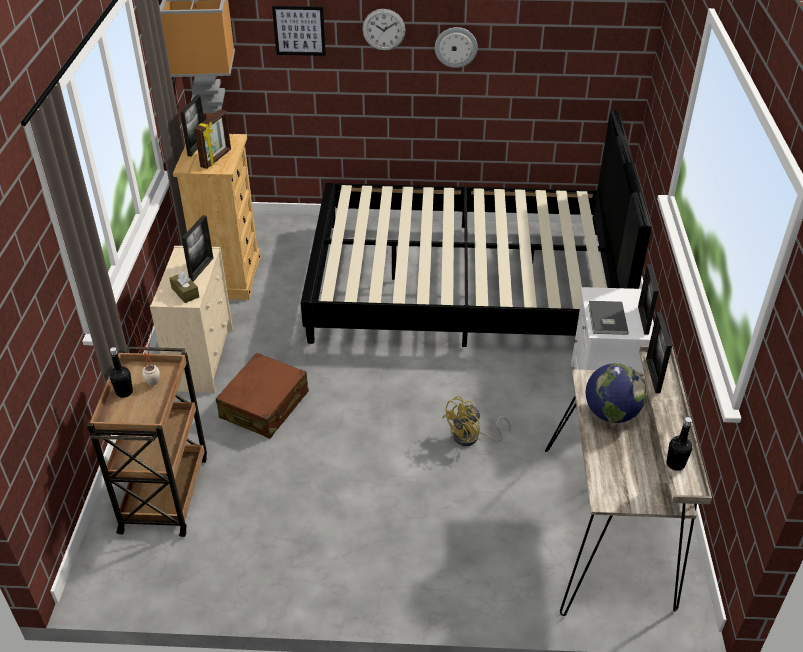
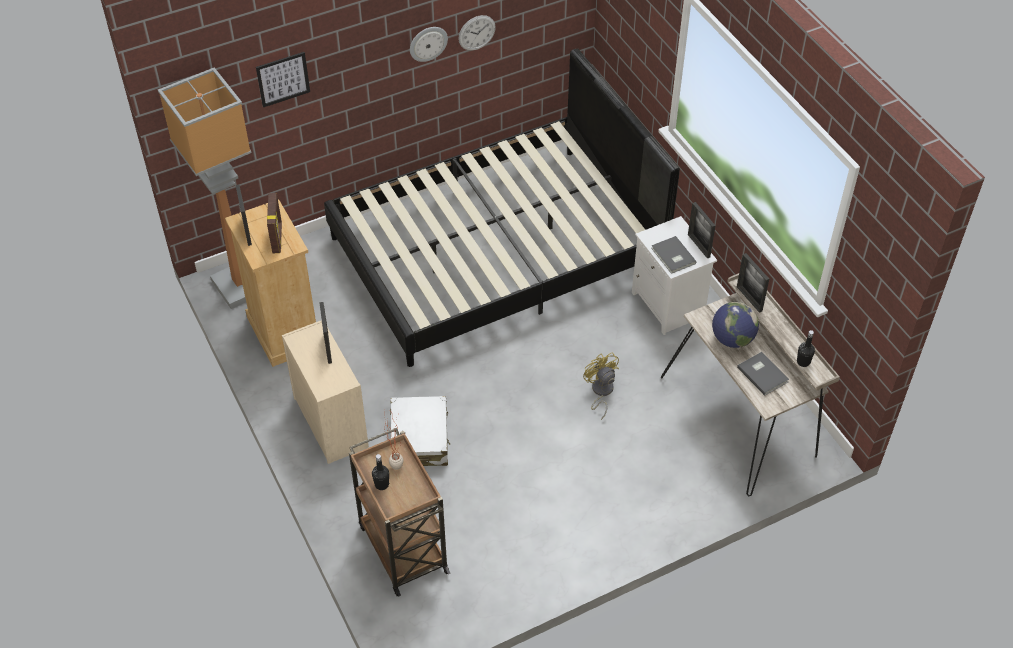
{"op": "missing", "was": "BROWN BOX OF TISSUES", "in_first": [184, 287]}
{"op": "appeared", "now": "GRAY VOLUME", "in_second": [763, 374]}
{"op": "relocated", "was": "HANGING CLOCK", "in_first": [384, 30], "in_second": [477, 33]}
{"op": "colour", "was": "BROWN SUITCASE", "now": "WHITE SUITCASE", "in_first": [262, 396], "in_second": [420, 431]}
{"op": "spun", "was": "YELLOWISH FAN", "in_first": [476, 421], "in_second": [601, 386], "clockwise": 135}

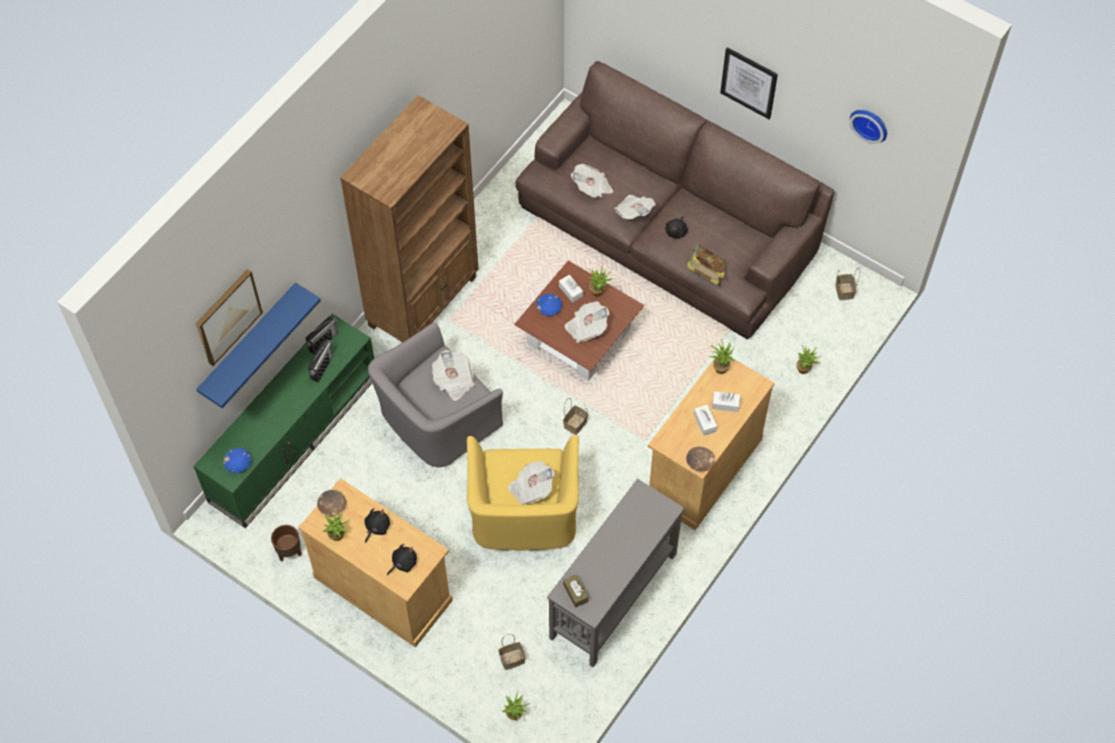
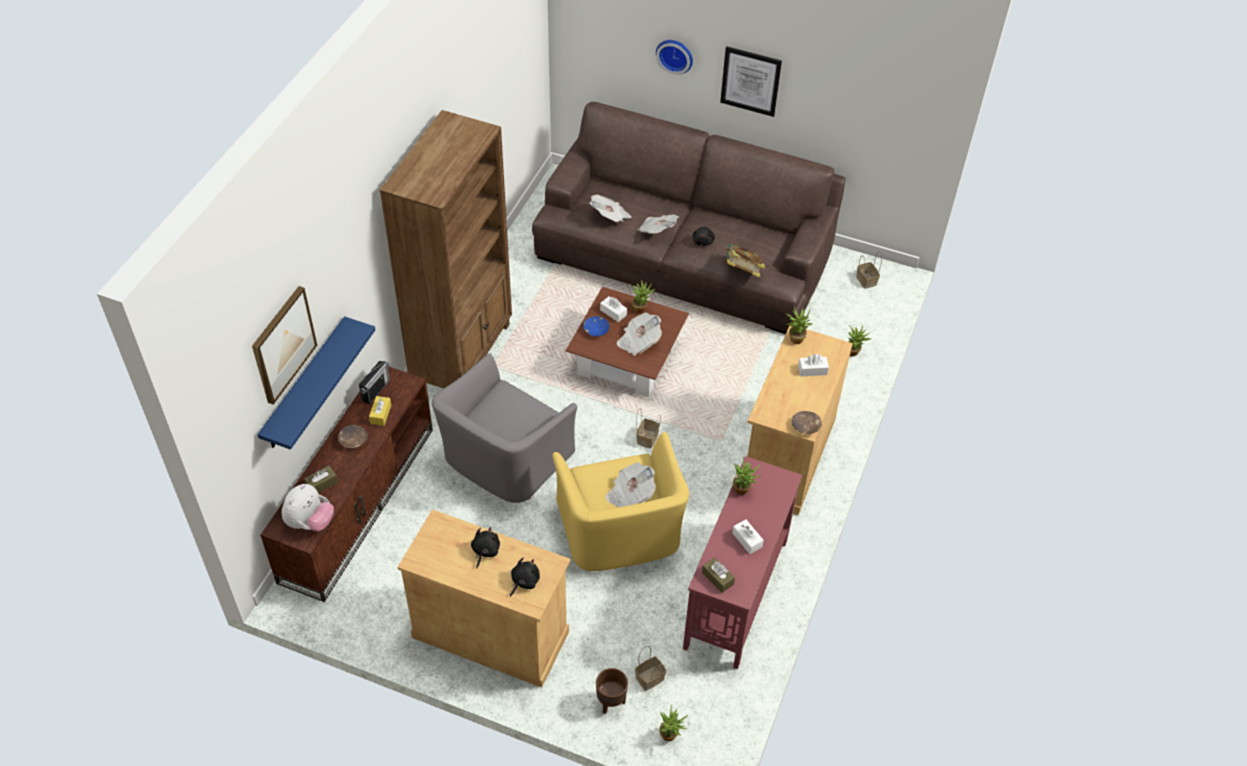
{"op": "missing", "was": "NEWSPAPER", "in_first": [453, 375]}
{"op": "appeared", "now": "BROWN BOX OF TISSUES", "in_second": [321, 479]}
{"op": "relocated", "was": "BROWN FLOWER POT", "in_first": [286, 543], "in_second": [612, 691]}
{"op": "relocated", "was": "BROWN DEEP DISH", "in_first": [331, 503], "in_second": [353, 436]}
{"op": "relocated", "was": "POTTED PLANT", "in_first": [336, 525], "in_second": [746, 476]}
{"op": "relocated", "was": "WHITE BOX OF TISSUES", "in_first": [705, 420], "in_second": [748, 536]}
{"op": "relocated", "was": "HANGING CLOCK", "in_first": [868, 127], "in_second": [674, 57]}
{"op": "exchanged", "was": "BLUE-COLOURED DEEP DISH", "now": "SOFT TOY", "in_first": [237, 460], "in_second": [308, 507]}
{"op": "exchanged", "was": "RADIO RECEIVER", "now": "YELLOWISH BOX OF TISSUES", "in_first": [320, 361], "in_second": [380, 411]}
{"op": "colour", "was": "GREEN TV STAND", "now": "BROWN TV STAND", "in_first": [283, 421], "in_second": [346, 484]}
{"op": "colour", "was": "GRAY NARROW TABLE", "now": "REDDISH NARROW TABLE", "in_first": [616, 573], "in_second": [742, 562]}

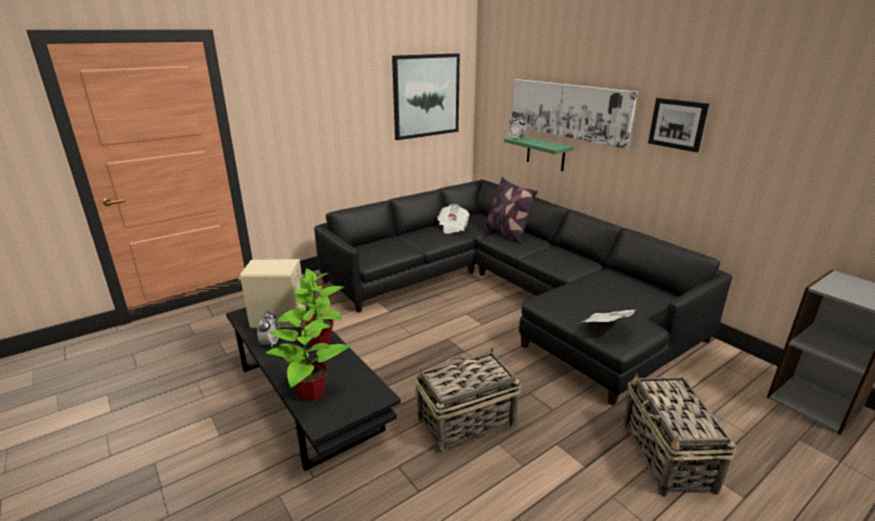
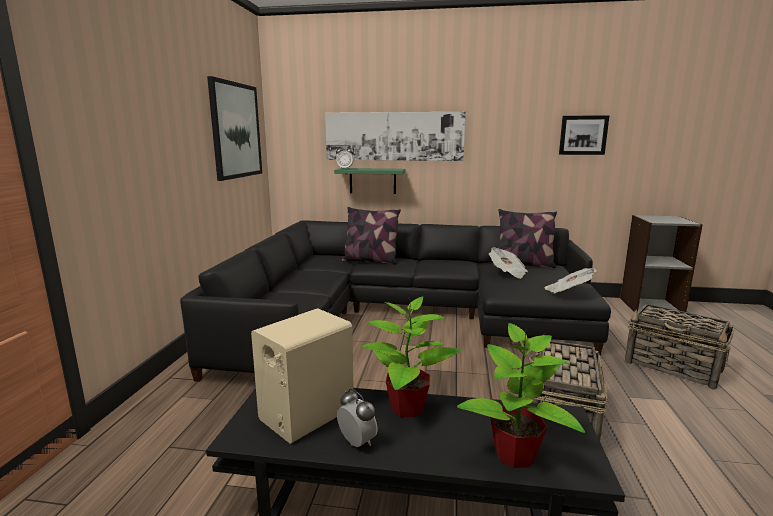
{"op": "appeared", "now": "CUSHION", "in_second": [527, 238]}
{"op": "relocated", "was": "NEWSPAPER", "in_first": [453, 219], "in_second": [508, 263]}
{"op": "relocated", "was": "WALL ART", "in_first": [678, 125], "in_second": [584, 135]}

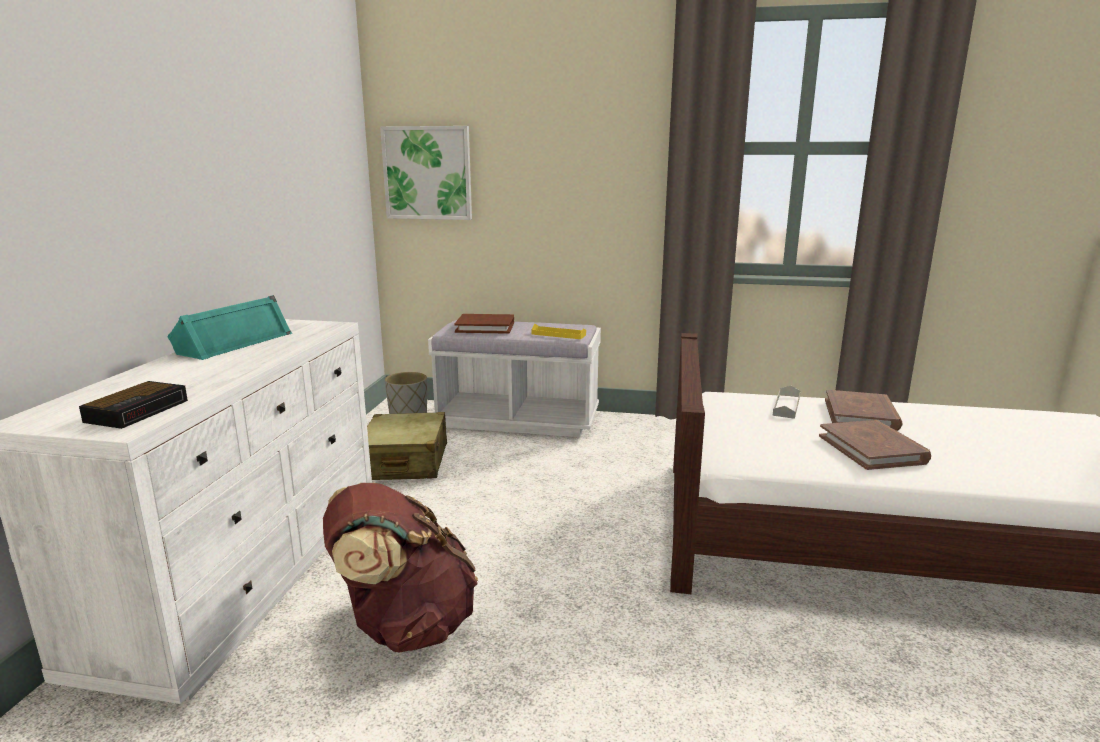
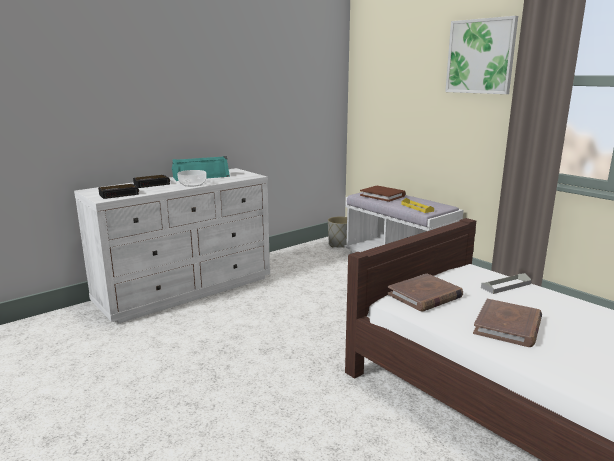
{"op": "missing", "was": "BROWN KNAPSACK", "in_first": [400, 567]}
{"op": "missing", "was": "SAND-COLOURED SUITCASE", "in_first": [407, 446]}
{"op": "appeared", "now": "BEDSIDE CLOCK", "in_second": [151, 181]}
{"op": "appeared", "now": "DEEP DISH", "in_second": [192, 178]}
{"op": "relocated", "was": "WALL ART", "in_first": [426, 173], "in_second": [481, 55]}
{"op": "relocated", "was": "BROWN VOLUME", "in_first": [864, 410], "in_second": [425, 293]}

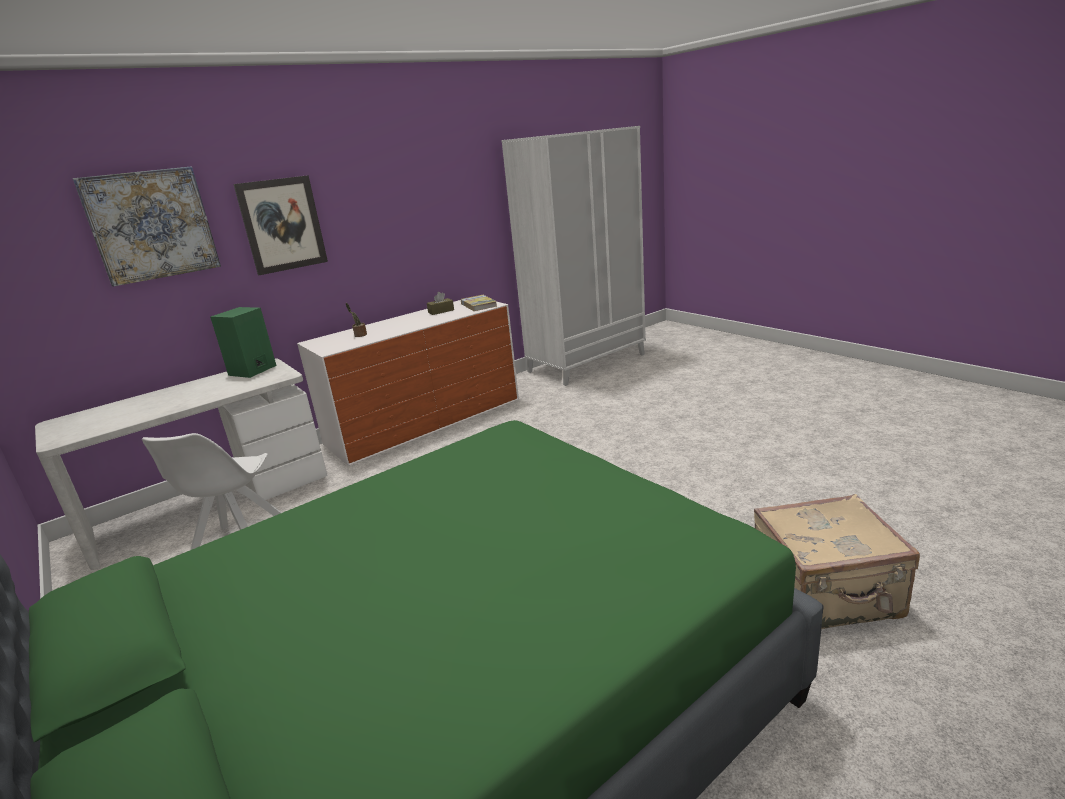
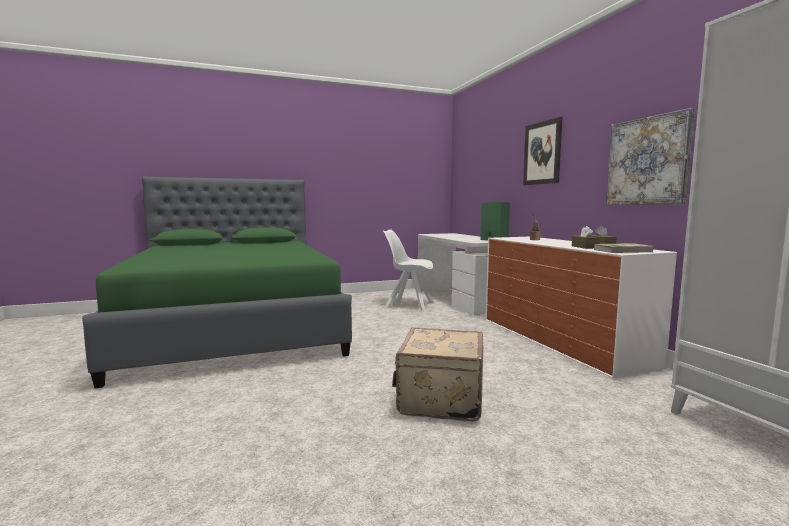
{"op": "appeared", "now": "BROWN BOX OF TISSUES", "in_second": [585, 237]}
{"op": "relocated", "was": "WALL ART", "in_first": [147, 226], "in_second": [650, 156]}
{"op": "relocated", "was": "SAND-COLOURED SUITCASE", "in_first": [837, 561], "in_second": [437, 374]}

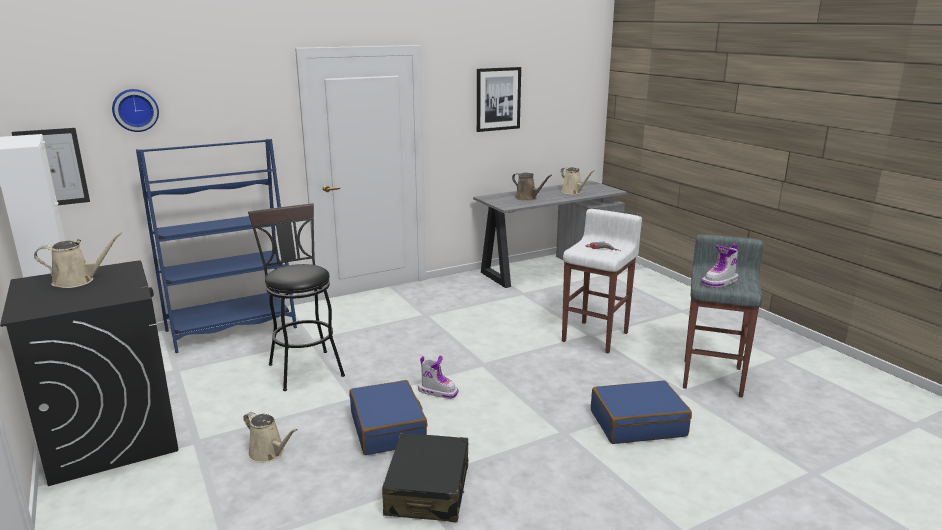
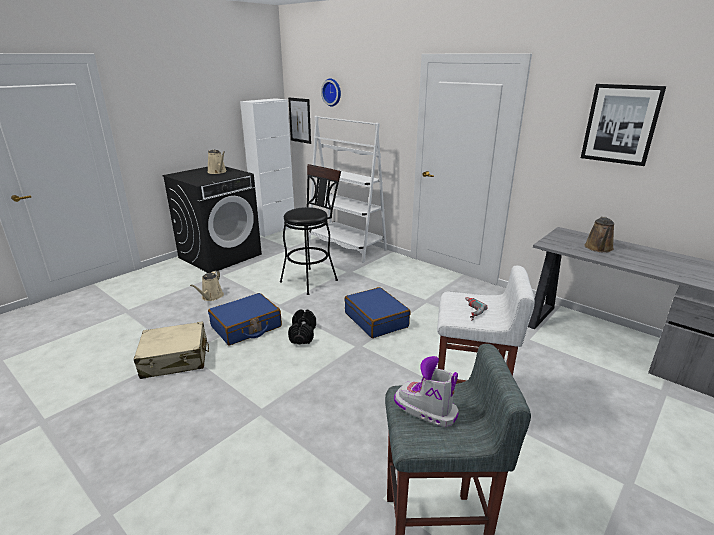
{"op": "missing", "was": "SAND-COLOURED WATERING CAN", "in_first": [578, 180]}
{"op": "relocated", "was": "BLUE-COLOURED SUITCASE", "in_first": [641, 412], "in_second": [377, 312]}
{"op": "exchanged", "was": "HIGH-TOP BOOT", "now": "BLACK DUMBBELL", "in_first": [438, 377], "in_second": [302, 326]}
{"op": "colour", "was": "BLUE-COLOURED SHELVING UNIT", "now": "WHITE SHELVING UNIT", "in_first": [216, 246], "in_second": [347, 189]}
{"op": "colour", "was": "BLACK SUITCASE", "now": "SAND-COLOURED SUITCASE", "in_first": [425, 477], "in_second": [171, 350]}

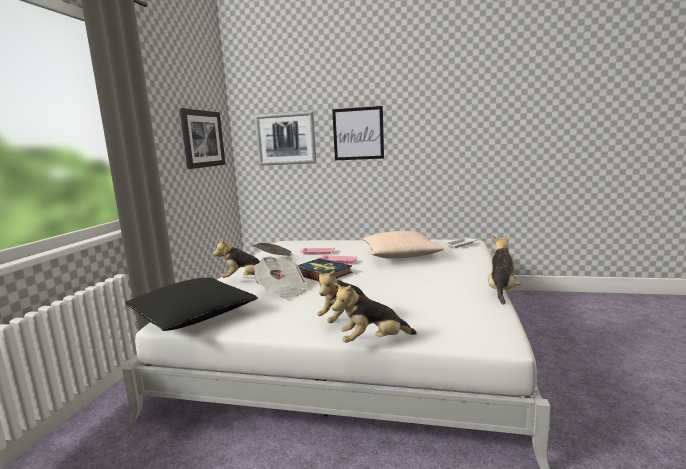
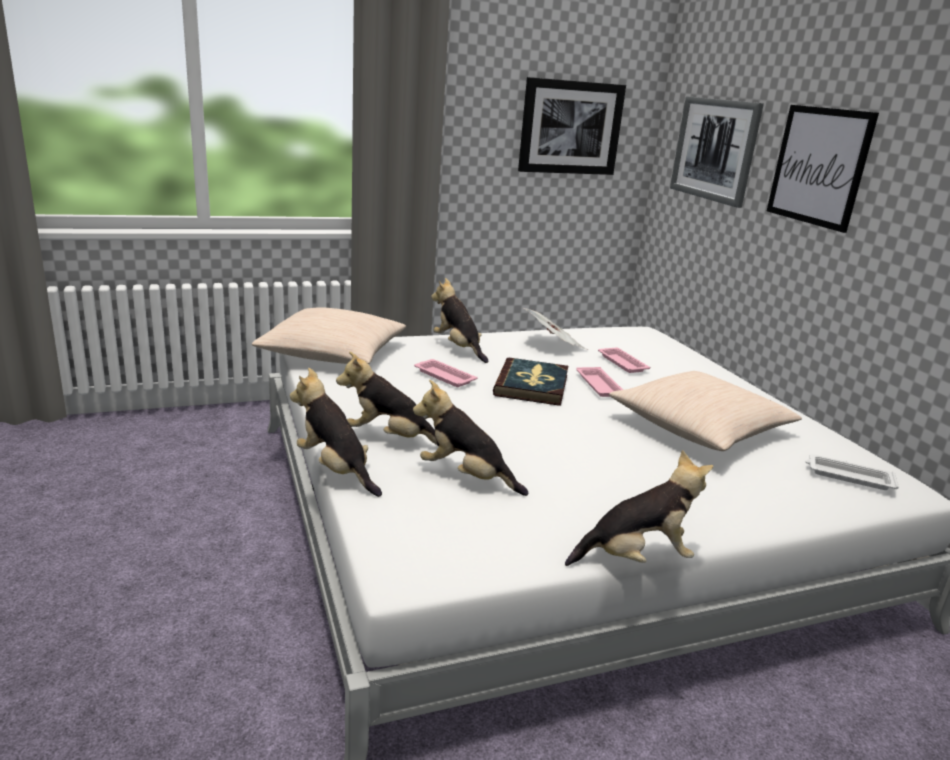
{"op": "appeared", "now": "SOFT TOY", "in_second": [470, 438]}
{"op": "exchanged", "was": "NEWSPAPER", "now": "PINK-COLOURED CARRYING TRAY", "in_first": [280, 277], "in_second": [446, 373]}
{"op": "colour", "was": "BLACK CUSHION", "now": "SAND-COLOURED CUSHION", "in_first": [191, 304], "in_second": [329, 335]}

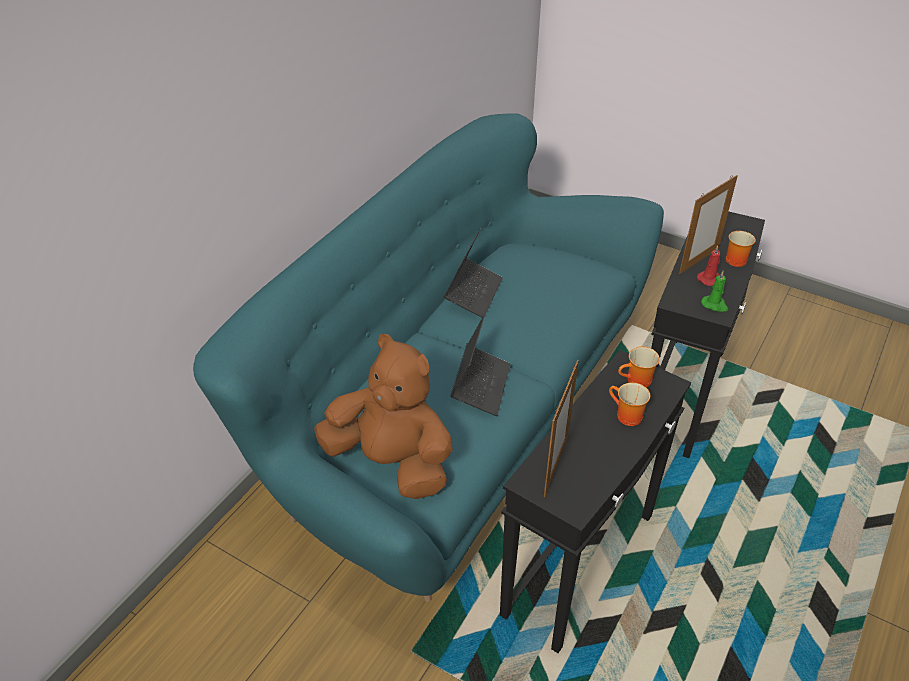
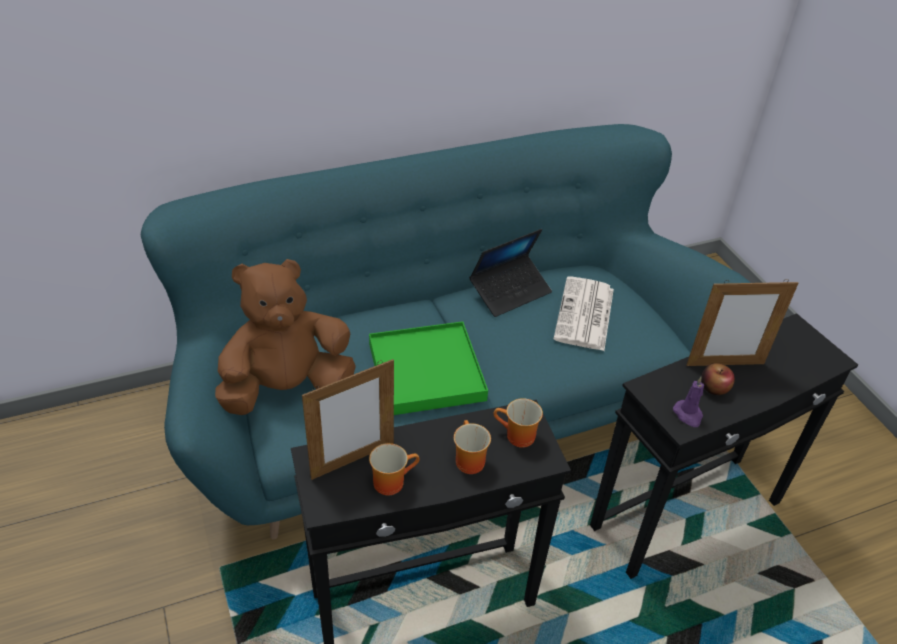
{"op": "appeared", "now": "NEWSPAPER", "in_second": [583, 313]}
{"op": "relocated", "was": "MUG", "in_first": [741, 249], "in_second": [394, 469]}
{"op": "exchanged", "was": "PORTABLE COMPUTER", "now": "GREEN CARRYING TRAY", "in_first": [480, 365], "in_second": [428, 368]}
{"op": "exchanged", "was": "REDDISH WAX LIGHT", "now": "APPLE FRUIT", "in_first": [708, 265], "in_second": [718, 379]}
{"op": "colour", "was": "GREEN WAX LIGHT", "now": "PURPLE-COLOURED WAX LIGHT", "in_first": [714, 291], "in_second": [688, 402]}
{"op": "spun", "was": "BROWN SOFT TOY", "in_first": [383, 416], "in_second": [285, 337], "clockwise": -90}

